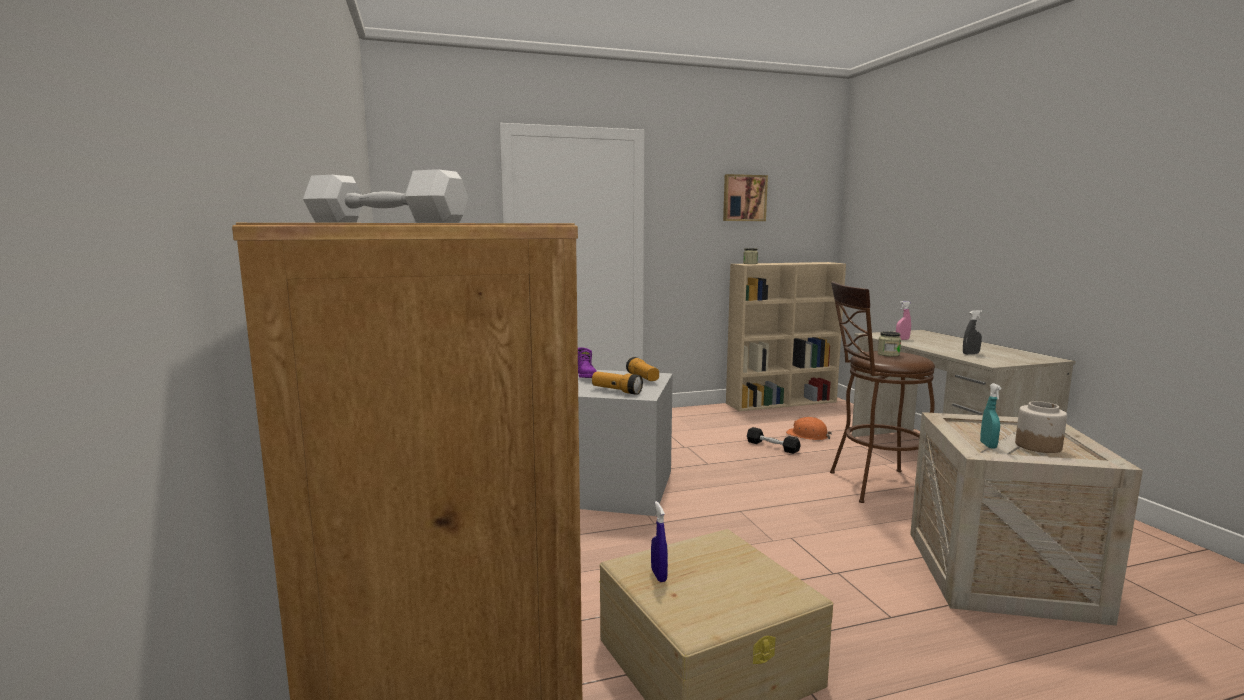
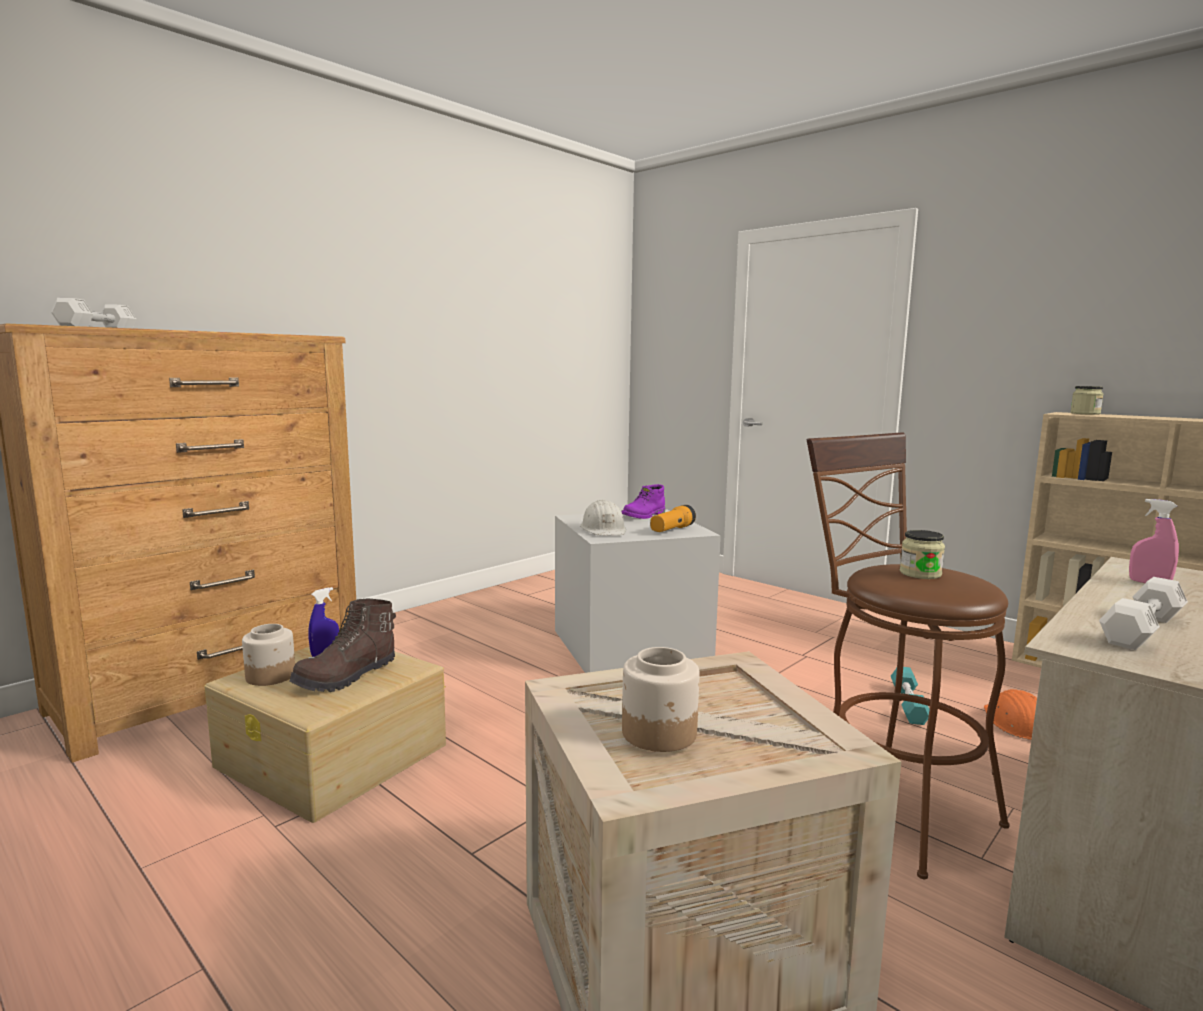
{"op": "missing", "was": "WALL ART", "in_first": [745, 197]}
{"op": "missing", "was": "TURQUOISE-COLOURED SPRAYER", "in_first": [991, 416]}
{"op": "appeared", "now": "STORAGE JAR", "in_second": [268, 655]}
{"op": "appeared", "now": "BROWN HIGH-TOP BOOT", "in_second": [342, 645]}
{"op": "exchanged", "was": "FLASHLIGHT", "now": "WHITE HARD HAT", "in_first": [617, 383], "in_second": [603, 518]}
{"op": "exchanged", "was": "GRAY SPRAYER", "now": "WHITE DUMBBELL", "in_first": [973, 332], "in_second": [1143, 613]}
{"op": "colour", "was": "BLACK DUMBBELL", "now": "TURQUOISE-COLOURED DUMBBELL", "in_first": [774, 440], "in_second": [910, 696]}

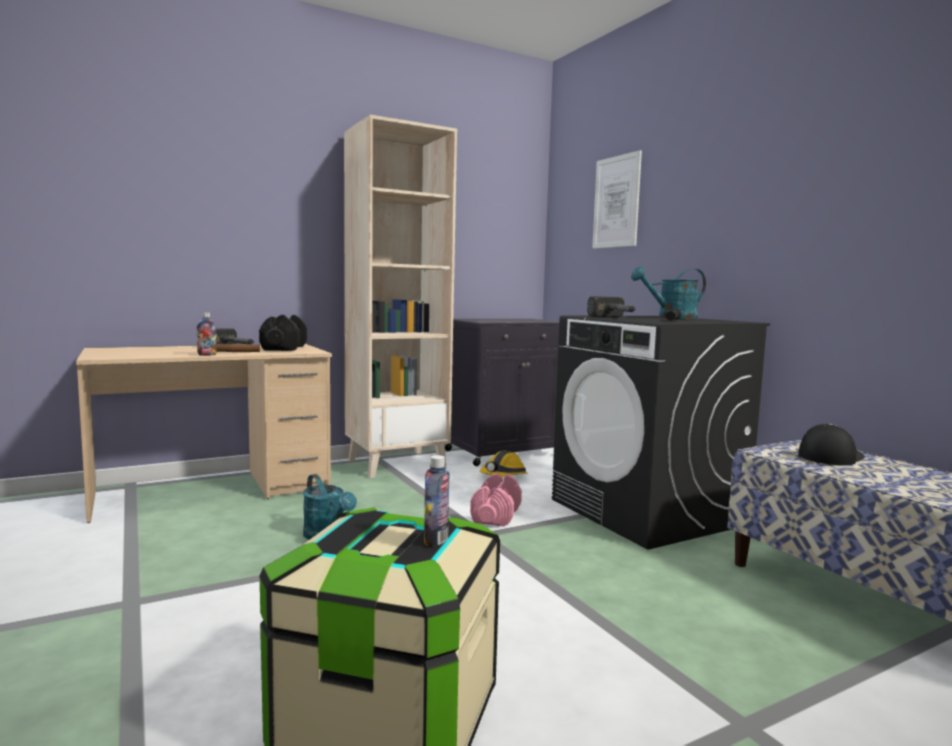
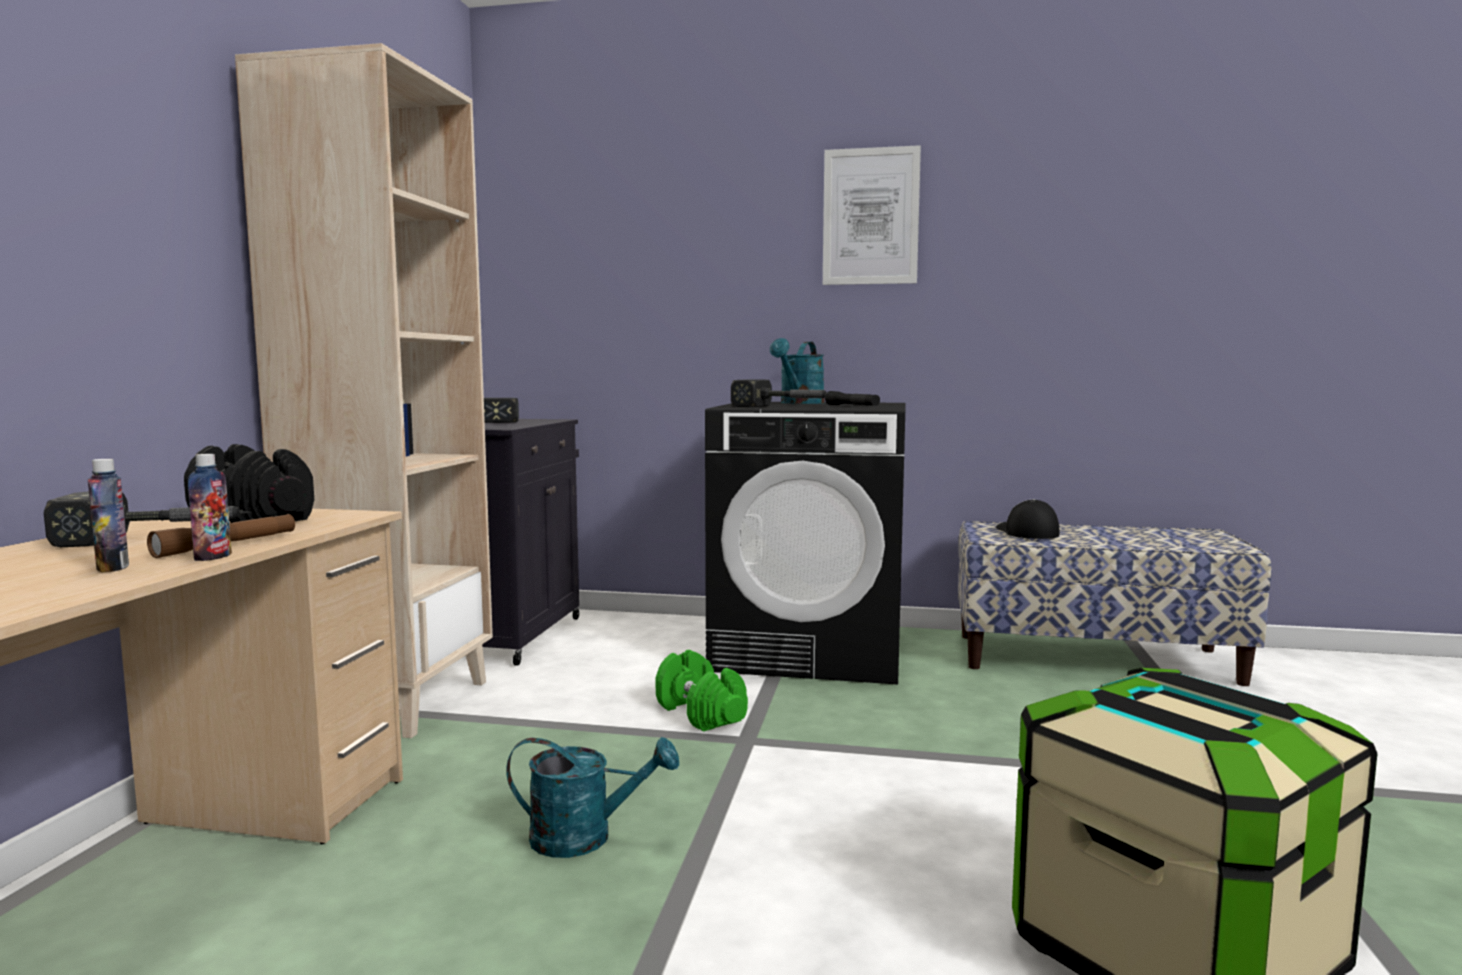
{"op": "missing", "was": "HARD HAT", "in_first": [503, 464]}
{"op": "appeared", "now": "HAMMER", "in_second": [501, 410]}
{"op": "relocated", "was": "BEVERAGE BOTTLE", "in_first": [437, 501], "in_second": [108, 515]}
{"op": "relocated", "was": "WALL ART", "in_first": [617, 199], "in_second": [872, 215]}
{"op": "colour", "was": "PINK-COLOURED DUMBBELL", "now": "GREEN DUMBBELL", "in_first": [496, 499], "in_second": [702, 691]}

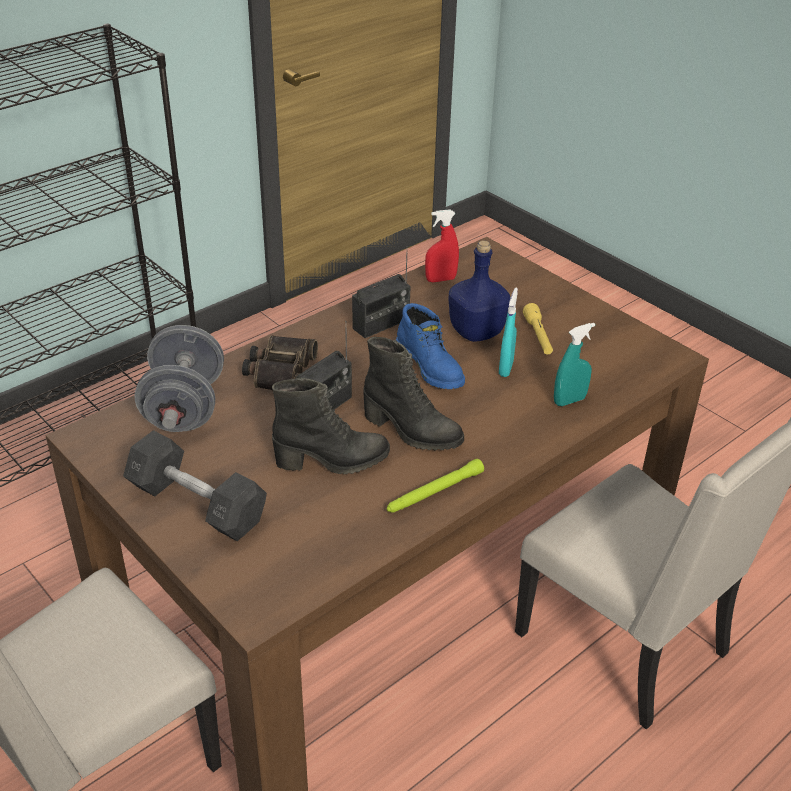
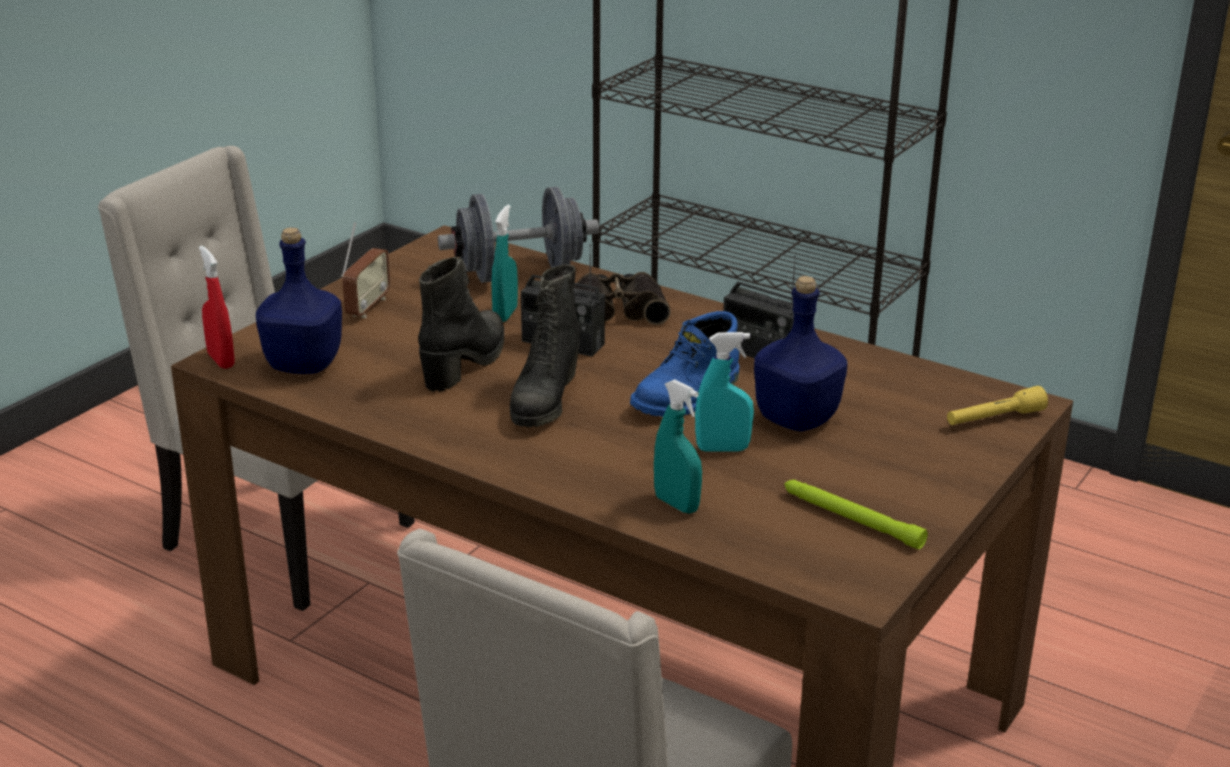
{"op": "appeared", "now": "BLUE-COLOURED BEVERAGE BOTTLE", "in_second": [299, 300]}
{"op": "appeared", "now": "TURQUOISE-COLOURED SPRAYER", "in_second": [505, 263]}
{"op": "relocated", "was": "GREEN FLASHLIGHT", "in_first": [435, 486], "in_second": [856, 514]}
{"op": "relocated", "was": "REDDISH SPRAYER", "in_first": [442, 245], "in_second": [217, 307]}
{"op": "relocated", "was": "YELLOWISH FLASHLIGHT", "in_first": [538, 329], "in_second": [997, 405]}
{"op": "exchanged", "was": "GRAY DUMBBELL", "now": "RADIO RECEIVER", "in_first": [195, 485], "in_second": [365, 270]}
{"op": "spun", "was": "BLACK HIGH-TOP BOOT", "in_first": [331, 425], "in_second": [461, 324], "clockwise": -135}

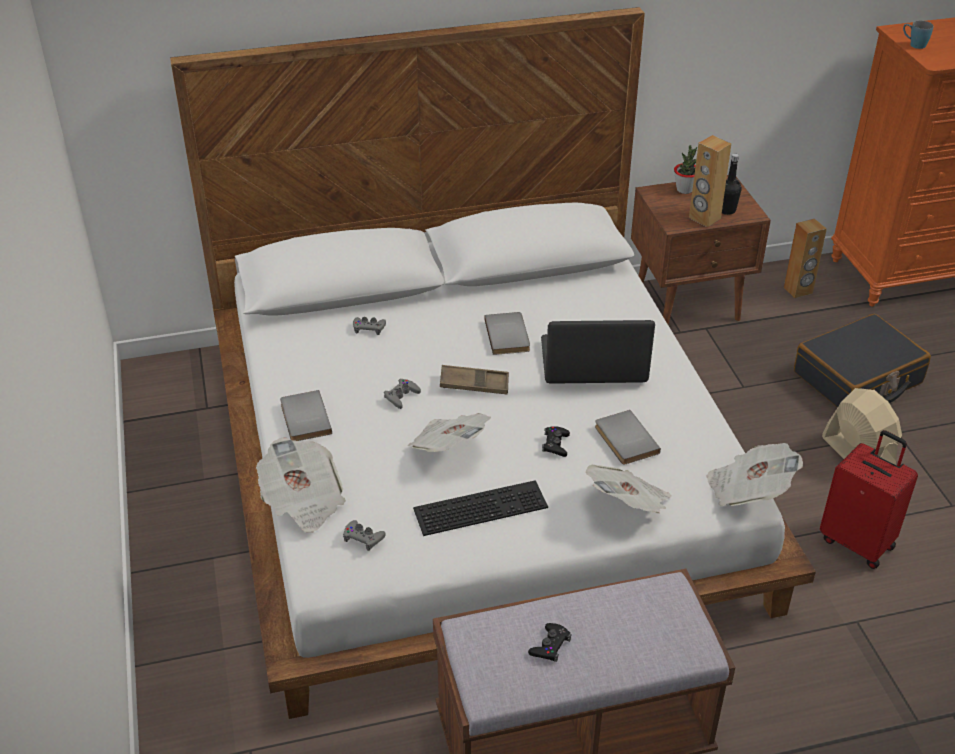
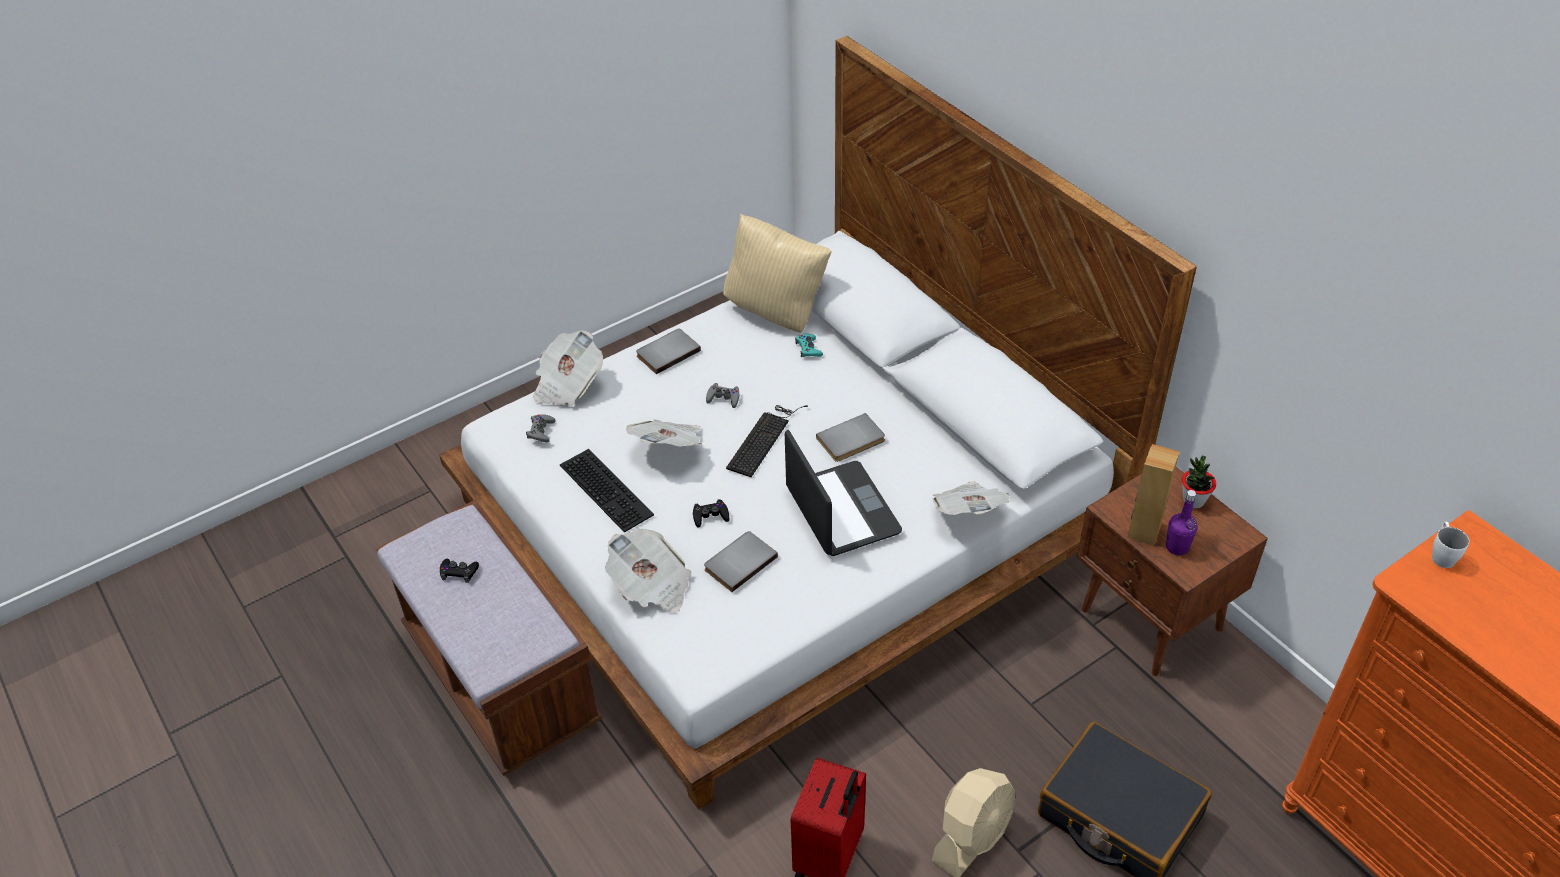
{"op": "missing", "was": "BROWN AUDIO SPEAKER", "in_first": [805, 258]}
{"op": "appeared", "now": "SAND-COLOURED CUSHION", "in_second": [777, 273]}
{"op": "relocated", "was": "NEWSPAPER", "in_first": [754, 474], "in_second": [971, 498]}
{"op": "exchanged", "was": "BROWN CARRYING TRAY", "now": "PC KEYBOARD", "in_first": [474, 380], "in_second": [767, 441]}
{"op": "colour", "was": "GRAY JOYPAD", "now": "TURQUOISE-COLOURED JOYPAD", "in_first": [369, 326], "in_second": [809, 346]}
{"op": "colour", "was": "BLACK BEVERAGE BOTTLE", "now": "PURPLE-COLOURED BEVERAGE BOTTLE", "in_first": [732, 184], "in_second": [1182, 522]}
{"op": "colour", "was": "BLUE-COLOURED MUG", "now": "WHITE MUG", "in_first": [918, 35], "in_second": [1450, 545]}

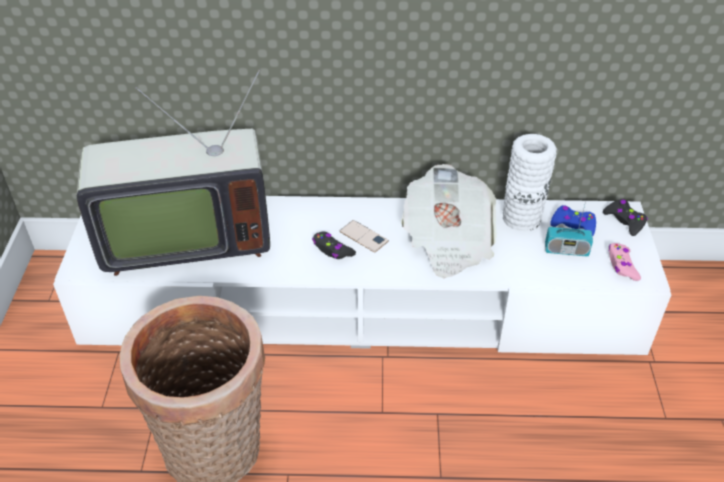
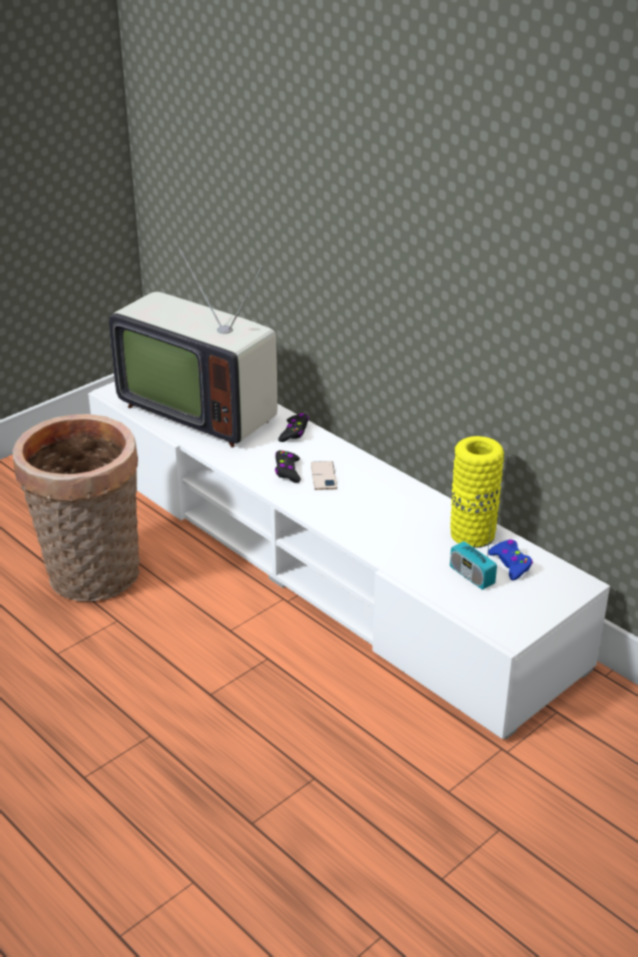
{"op": "missing", "was": "NEWSPAPER", "in_first": [449, 221]}
{"op": "missing", "was": "PINK-COLOURED JOYPAD", "in_first": [624, 262]}
{"op": "relocated", "was": "BLACK JOYPAD", "in_first": [625, 217], "in_second": [293, 427]}
{"op": "colour", "was": "WHITE DECORATIVE VASE", "now": "YELLOWISH DECORATIVE VASE", "in_first": [530, 182], "in_second": [477, 492]}

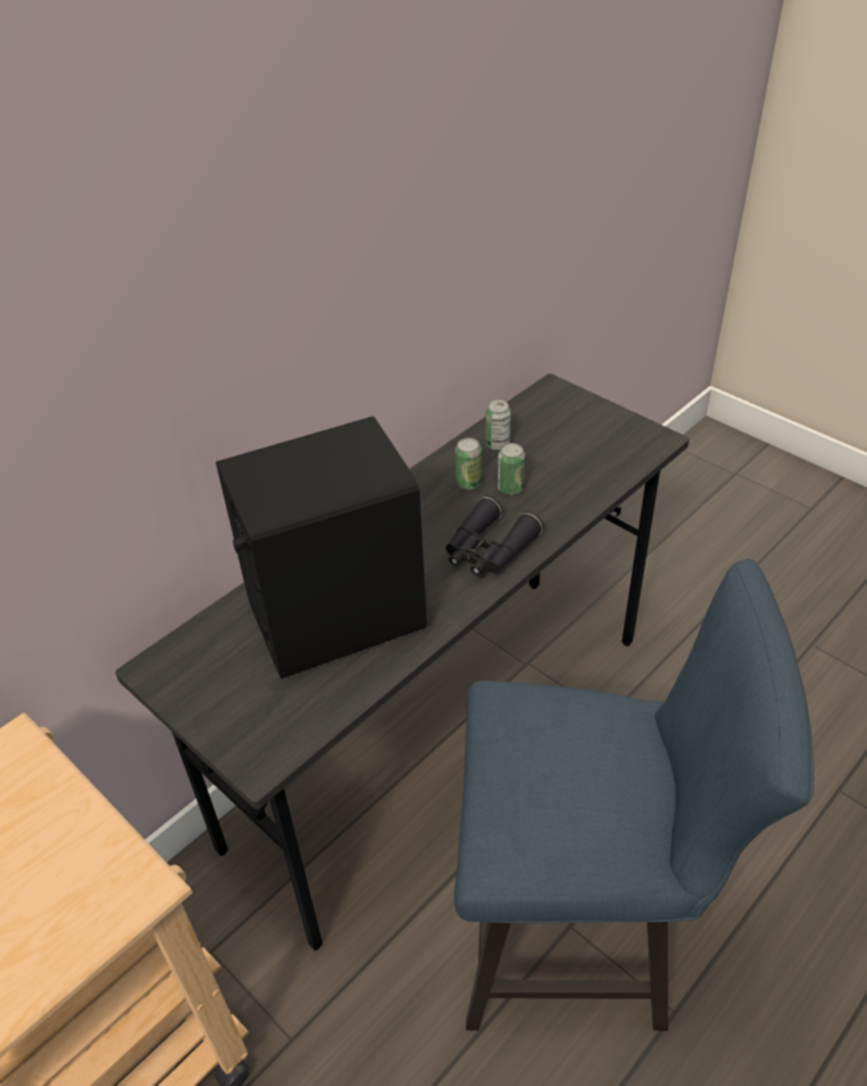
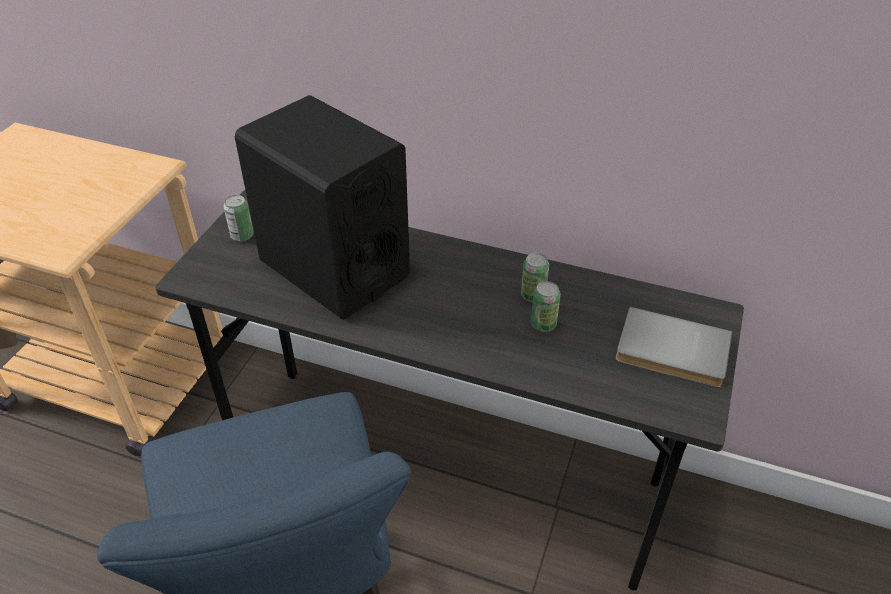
{"op": "missing", "was": "BLACK PAIR OF BINOCULARS", "in_first": [495, 536]}
{"op": "appeared", "now": "GRAY VOLUME", "in_second": [673, 347]}
{"op": "relocated", "was": "CAN", "in_first": [498, 425], "in_second": [239, 218]}

